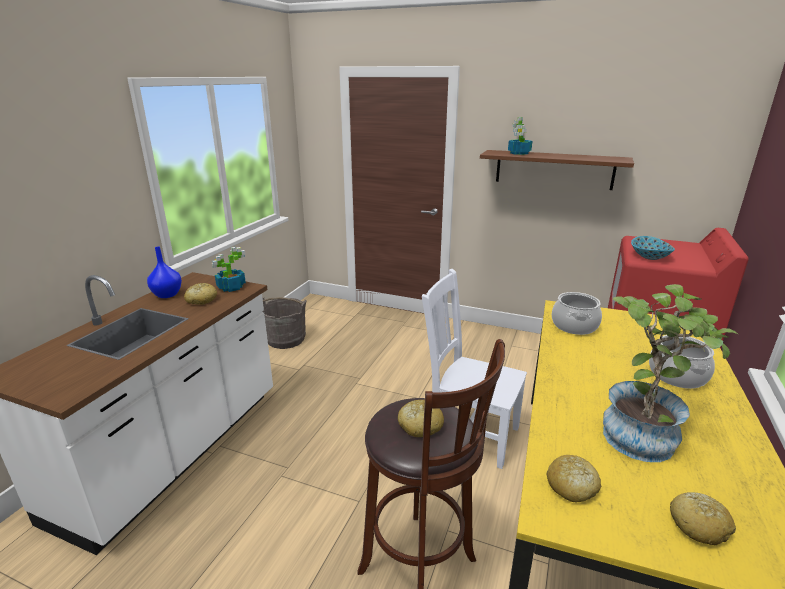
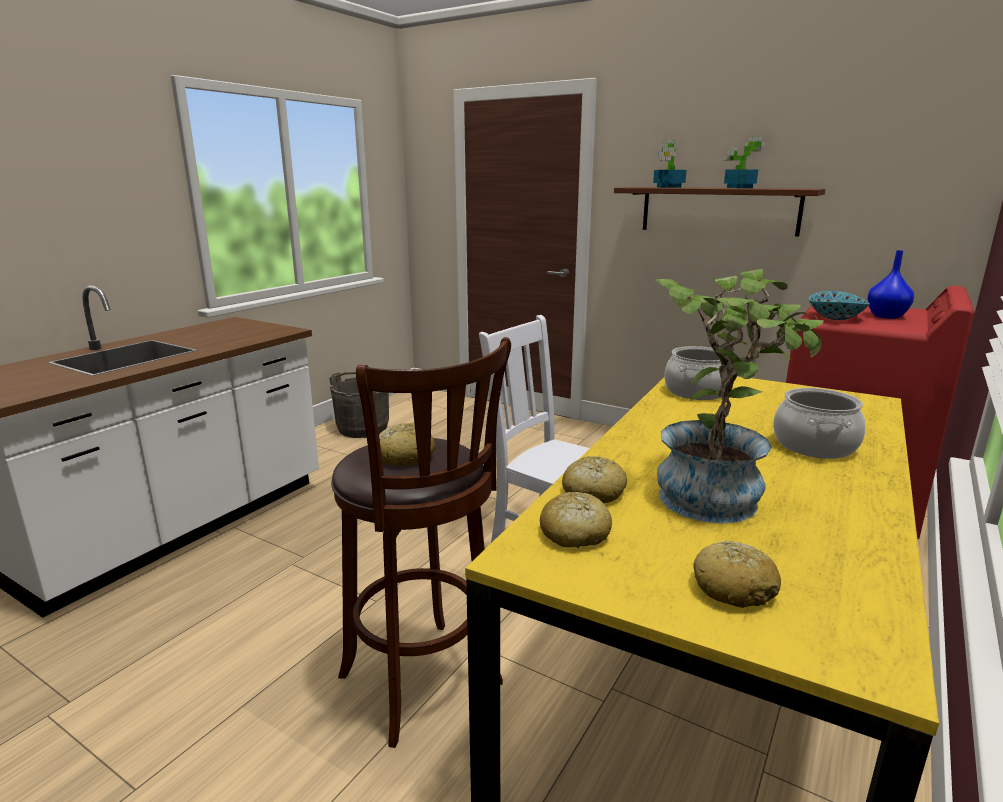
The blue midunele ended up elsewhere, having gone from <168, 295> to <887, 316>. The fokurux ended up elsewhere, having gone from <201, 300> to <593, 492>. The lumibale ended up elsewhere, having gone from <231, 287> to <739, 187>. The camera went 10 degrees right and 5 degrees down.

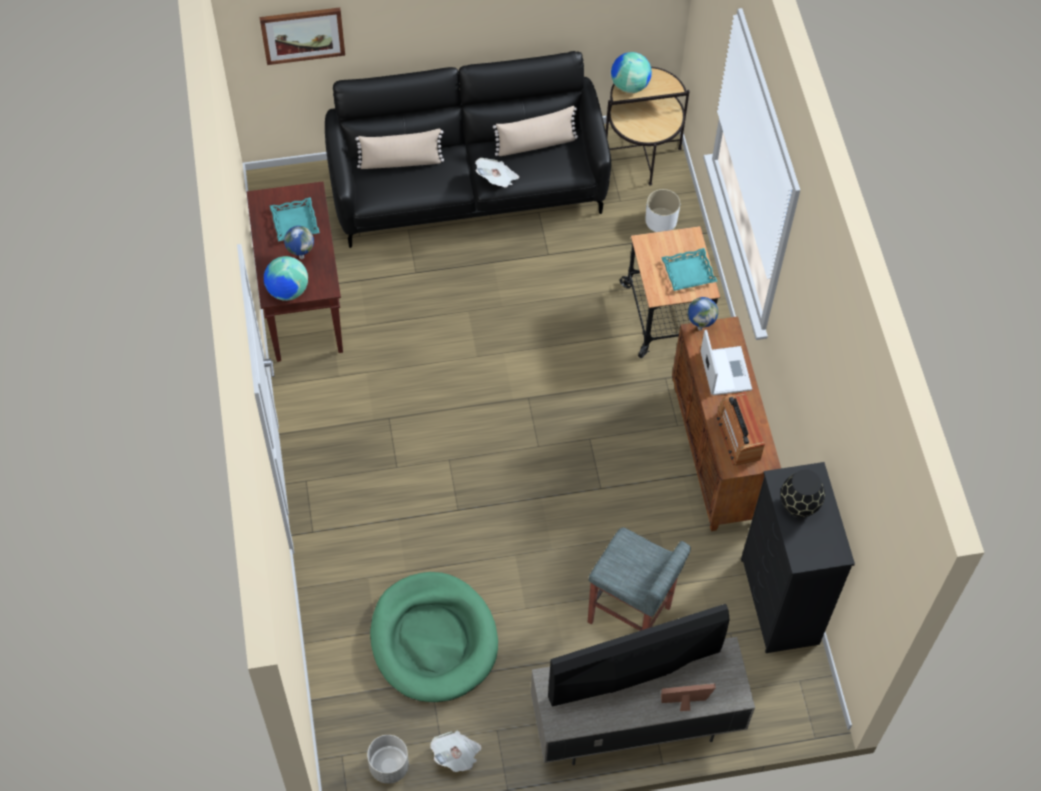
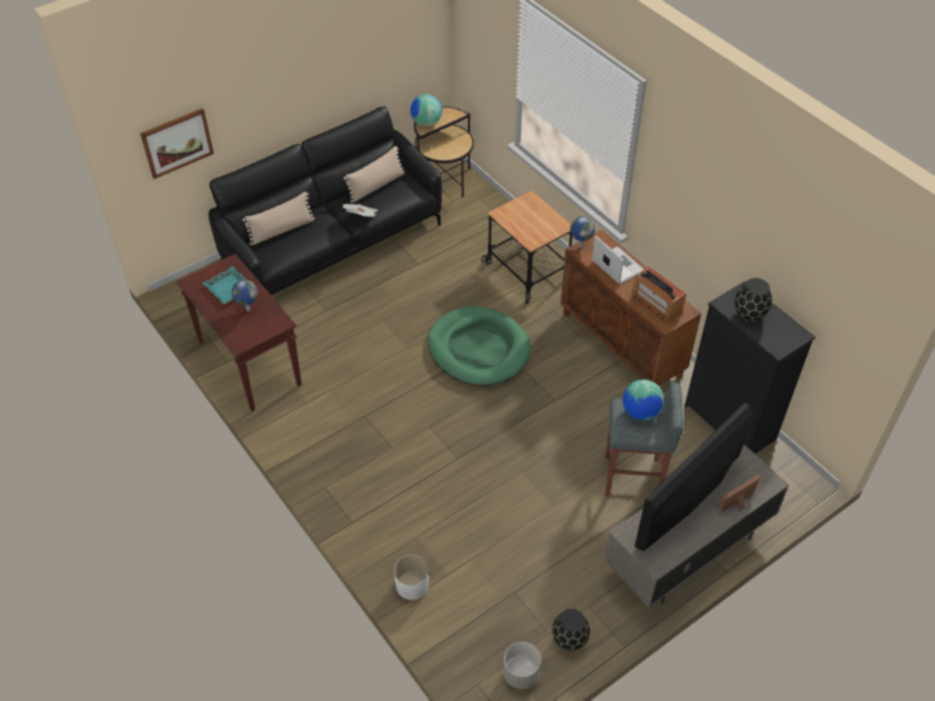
The second view lost the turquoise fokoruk at <688, 272>. The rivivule ended up elsewhere, having gone from <287, 291> to <640, 412>. The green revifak ended up elsewhere, having gone from <433, 639> to <478, 349>. The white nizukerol ended up elsewhere, having gone from <661, 220> to <412, 585>. Where the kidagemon stood at <457, 755>, the black midunele came to stand at <569, 639>. The camera went 25 degrees left and 10 degrees down.

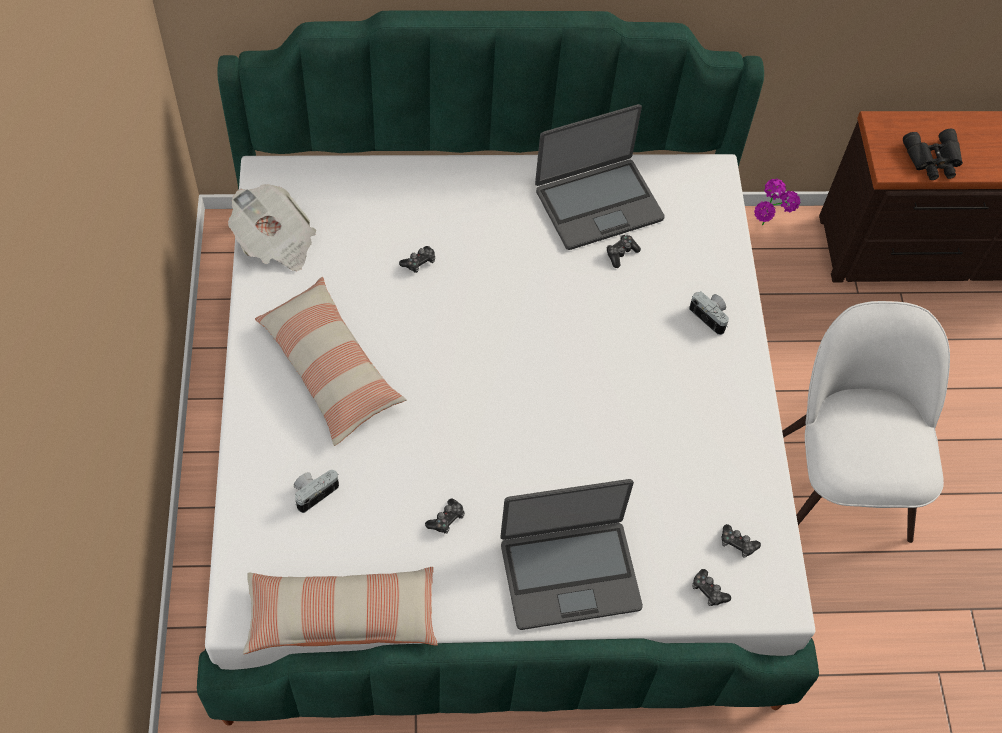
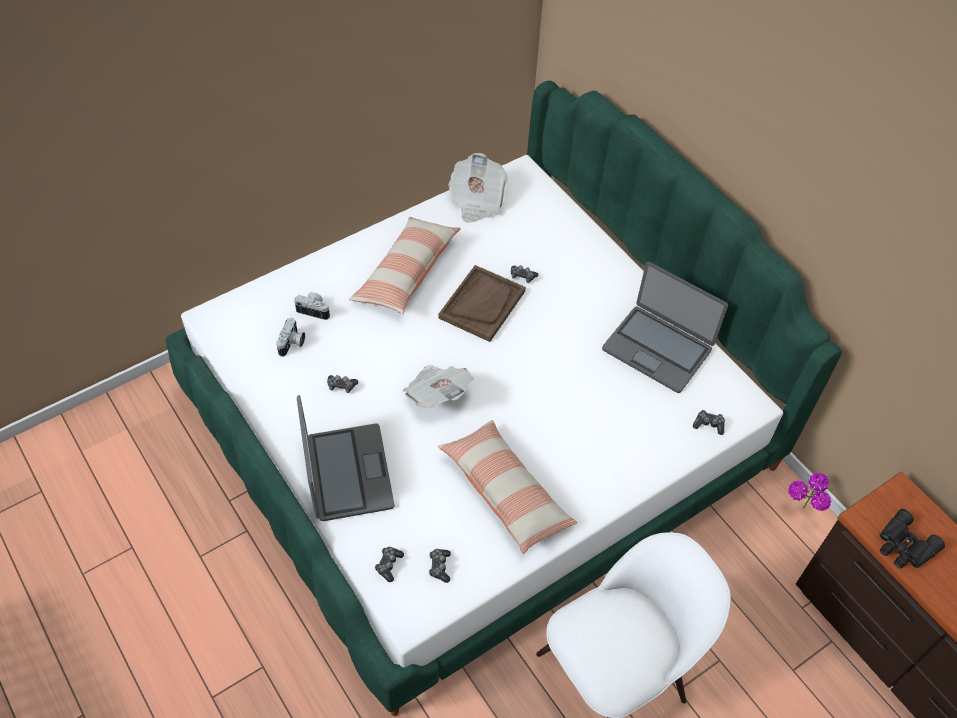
The second view gained the kidagemon at <437, 394>. The second view gained the brown fokoruk at <482, 304>. The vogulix ended up elsewhere, having gone from <342, 617> to <505, 492>. The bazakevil ended up elsewhere, having gone from <621, 253> to <708, 424>. The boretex ended up elsewhere, having gone from <711, 316> to <292, 344>. The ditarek at <569, 573> ended up facing another way, 150 degrees counterclockwise from before. The camera went 60 degrees right and 5 degrees down.

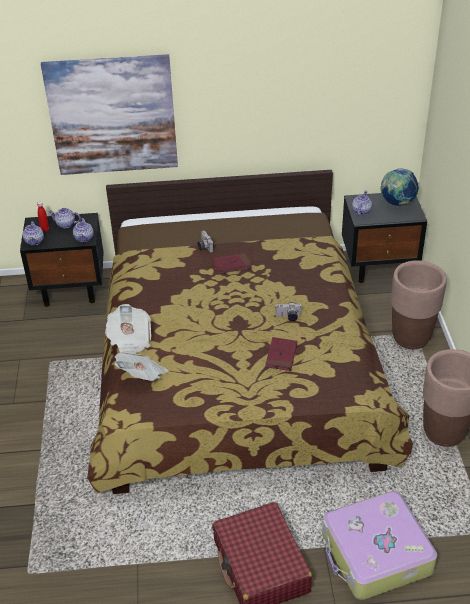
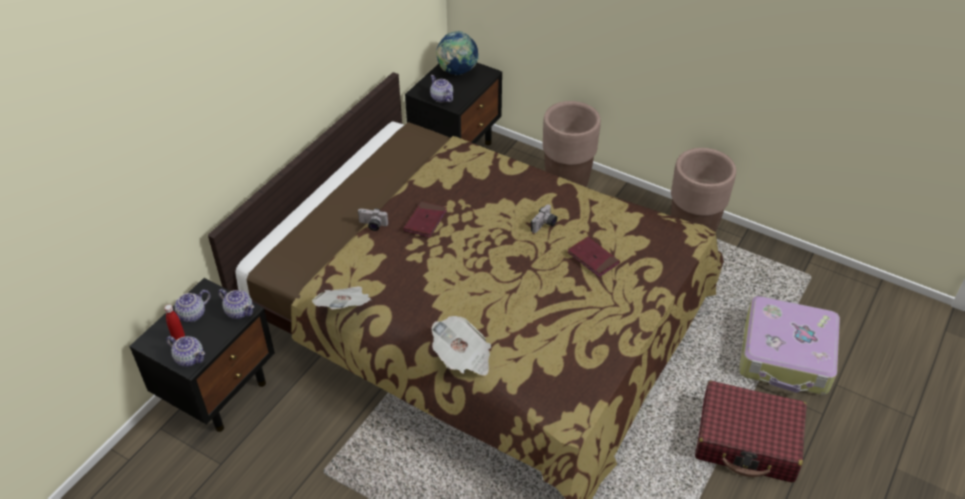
The second view lost the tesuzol at <112, 115>. The kidagemon ended up elsewhere, having gone from <142, 376> to <345, 307>. The camera went 55 degrees left and 5 degrees up.

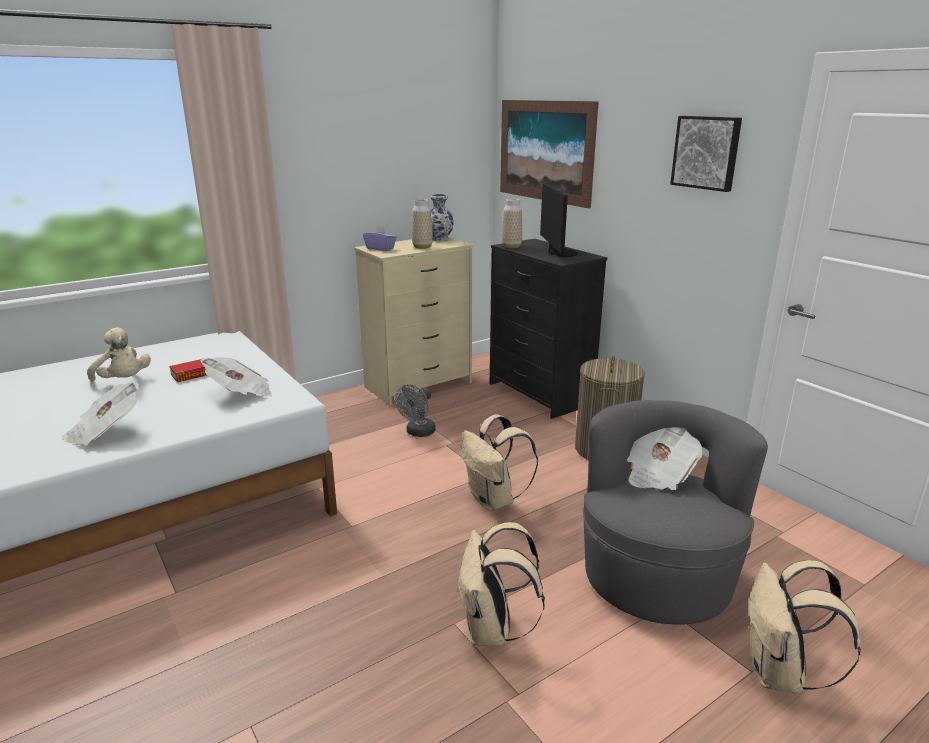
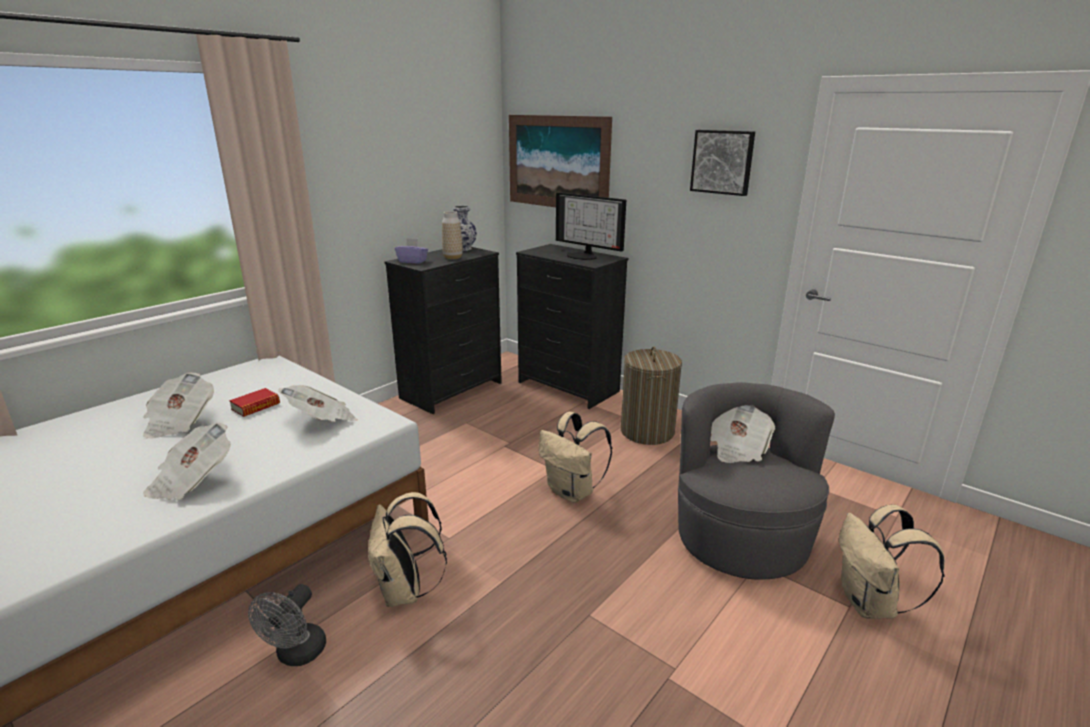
The second view lost the midunele at <511, 246>. The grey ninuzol ended up elsewhere, having gone from <418, 433> to <297, 655>. The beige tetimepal ended up elsewhere, having gone from <492, 631> to <405, 592>. Where the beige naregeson stood at <123, 381>, the kidagemon came to stand at <179, 422>. What was the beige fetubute at <418, 385> turned into the black fetubute at <452, 390>. The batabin at <559, 252> ended up facing another way, 150 degrees clockwise from before. The camera went 15 degrees left and 0 degrees up.

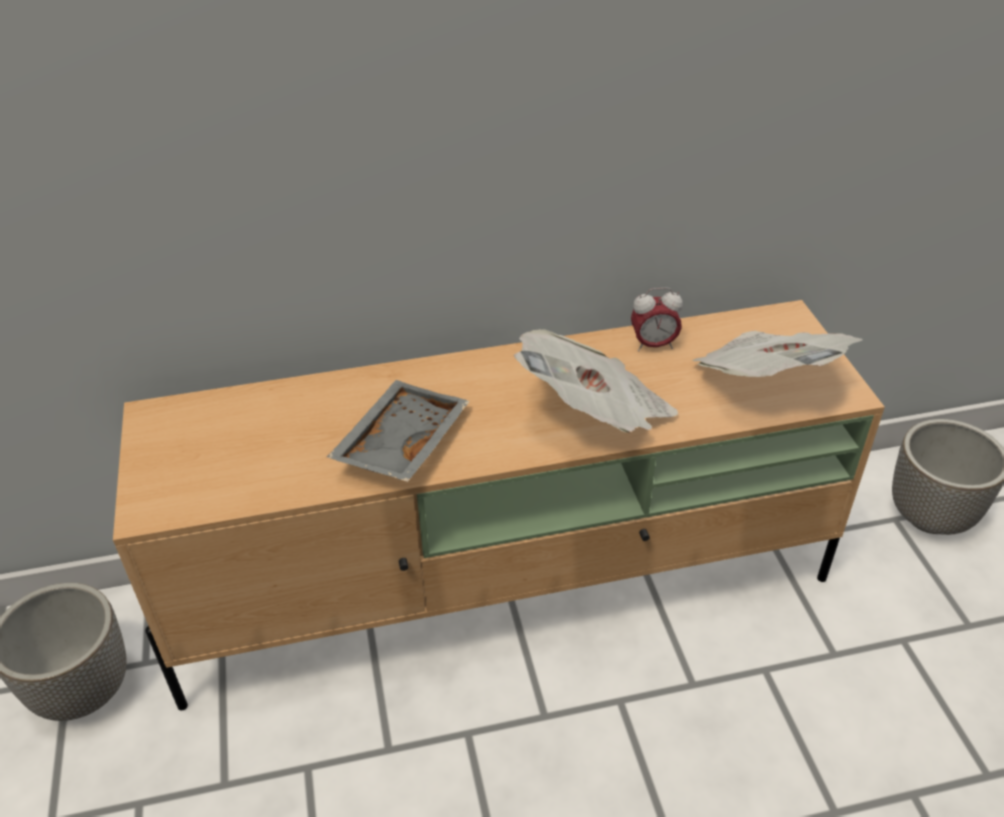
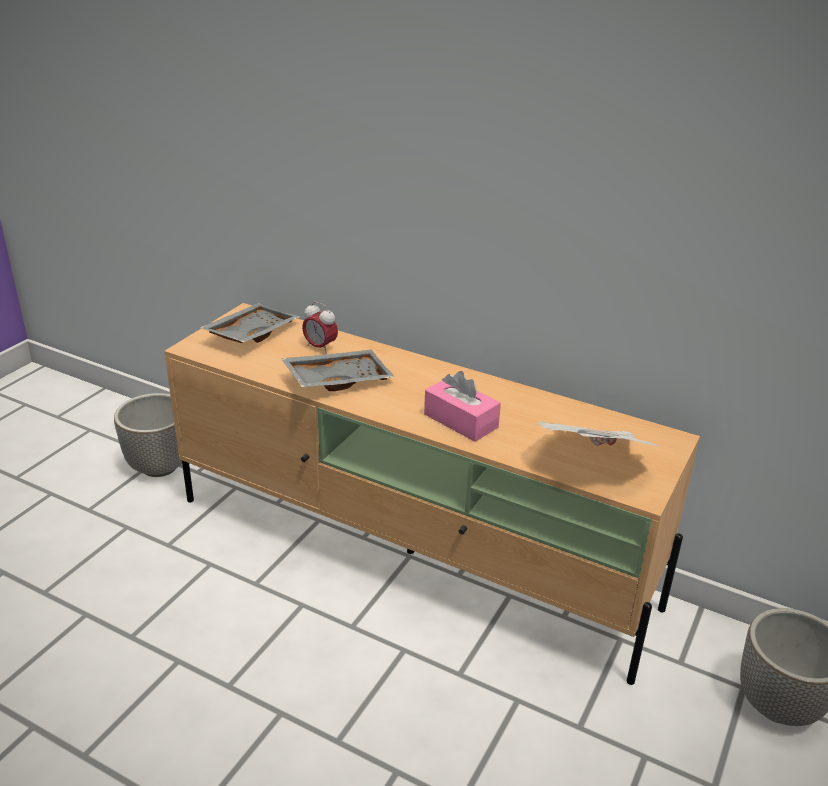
The second view gained the grey fokoruk at <250, 334>. The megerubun ended up elsewhere, having gone from <653, 345> to <320, 347>. Where the kidagemon stood at <595, 414>, the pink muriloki came to stand at <460, 421>. The camera went 40 degrees right and 10 degrees down.

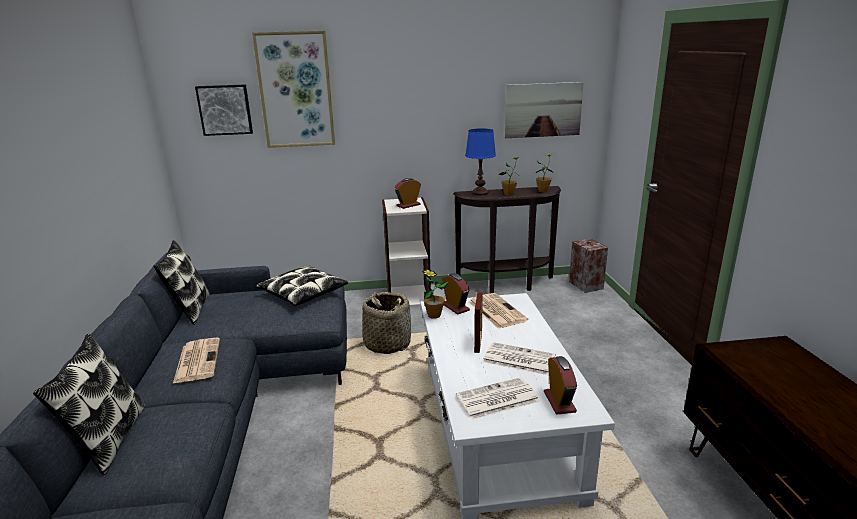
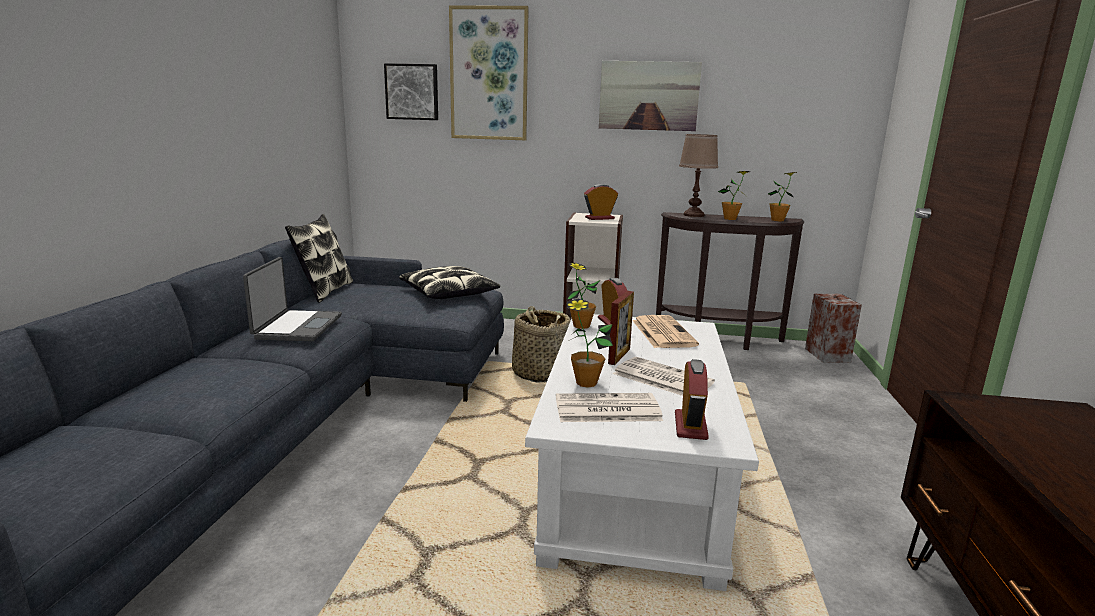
The second view lost the vogulix at <108, 440>. The second view gained the lumibale at <586, 383>. The tesuzol ended up elsewhere, having gone from <543, 110> to <648, 96>. Where the kidagemon stood at <197, 360>, the ditarek came to stand at <297, 327>. What was the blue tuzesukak at <480, 193> turned into the brown tuzesukak at <693, 215>. The camera went 15 degrees right and 5 degrees down.

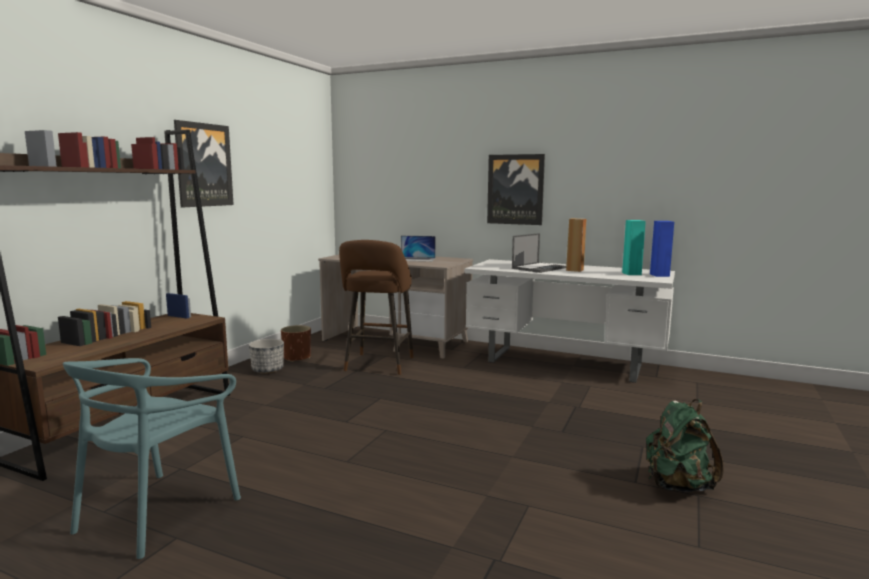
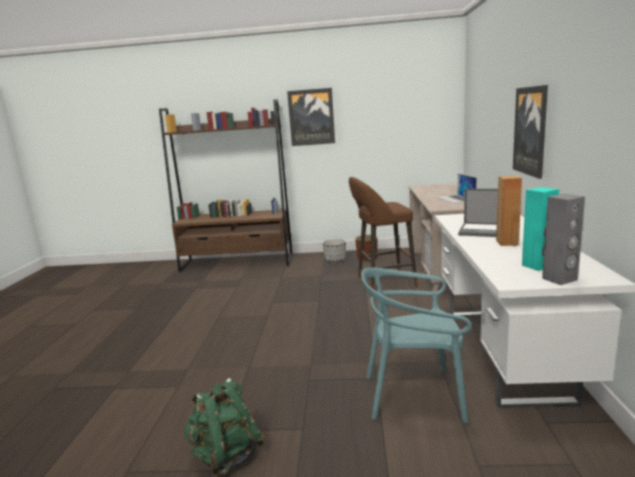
The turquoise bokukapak ended up elsewhere, having gone from <158, 512> to <414, 395>. What was the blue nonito at <659, 275> turned into the grey nonito at <560, 279>. The camera went 70 degrees right and 5 degrees up.

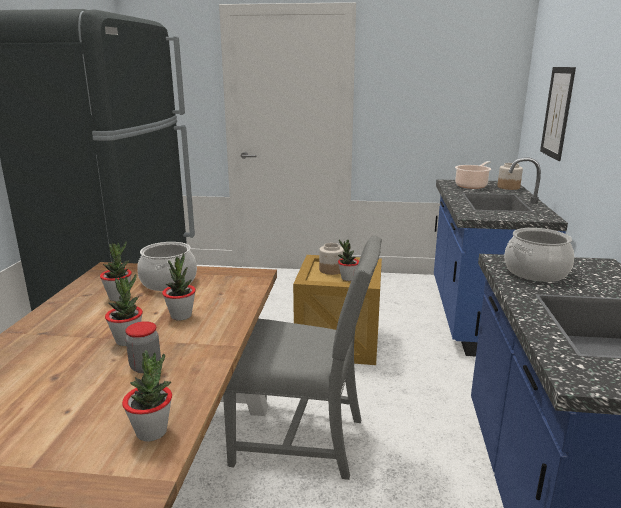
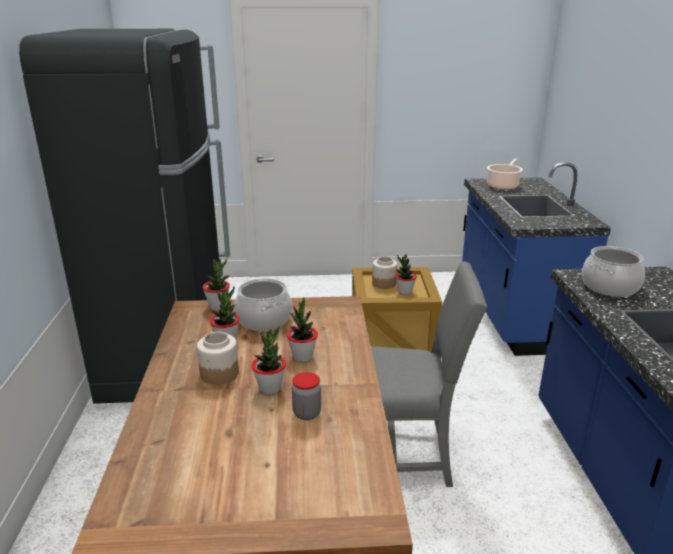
The second view lost the tesuzol at <557, 112>. The lumibale ended up elsewhere, having gone from <152, 432> to <218, 306>. The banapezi ended up elsewhere, having gone from <508, 187> to <219, 373>. The camera went 10 degrees left and 5 degrees up.

